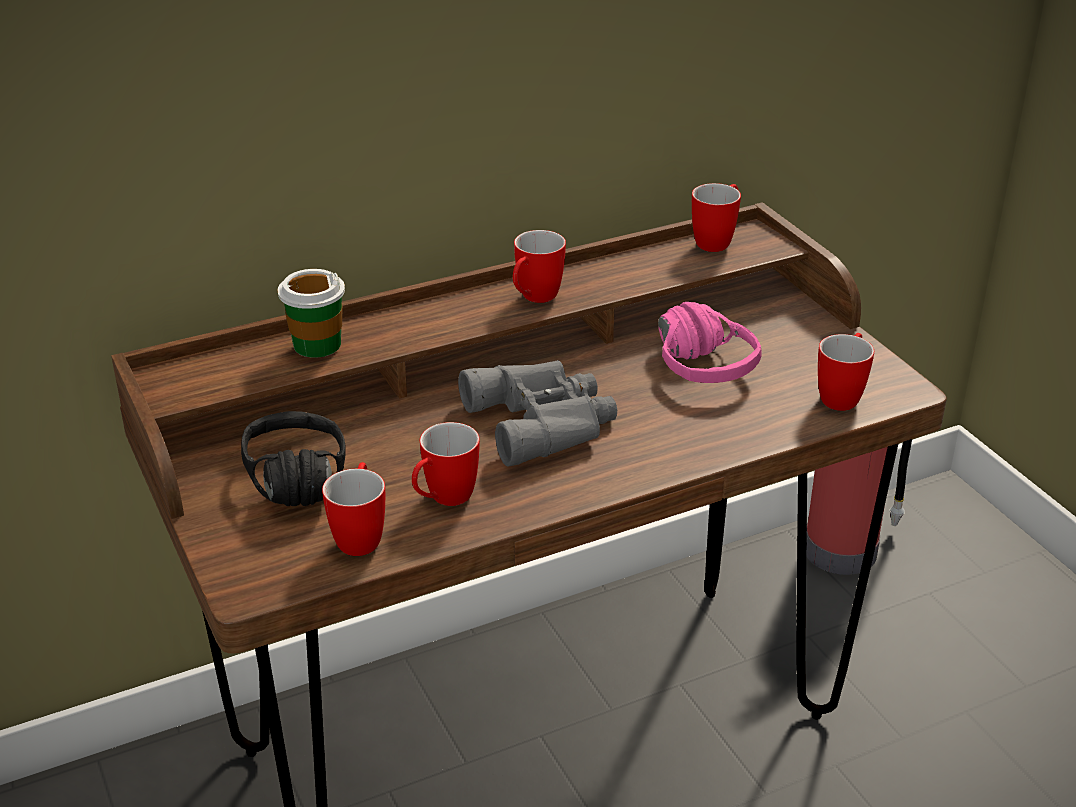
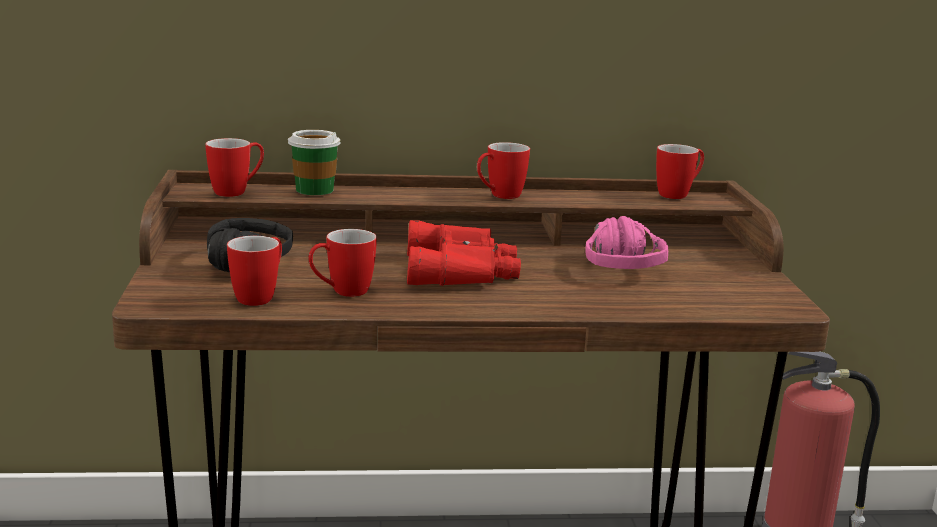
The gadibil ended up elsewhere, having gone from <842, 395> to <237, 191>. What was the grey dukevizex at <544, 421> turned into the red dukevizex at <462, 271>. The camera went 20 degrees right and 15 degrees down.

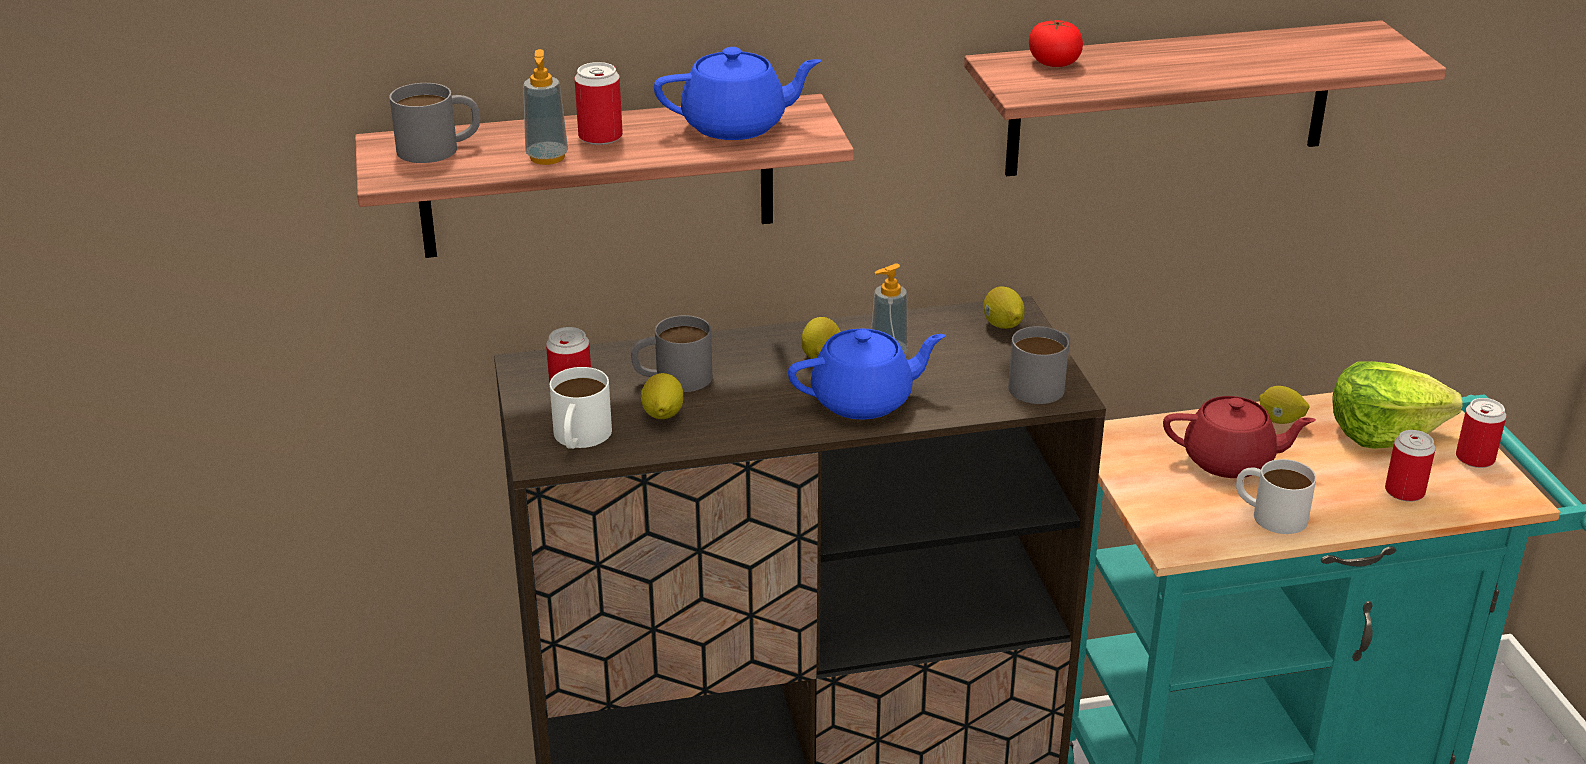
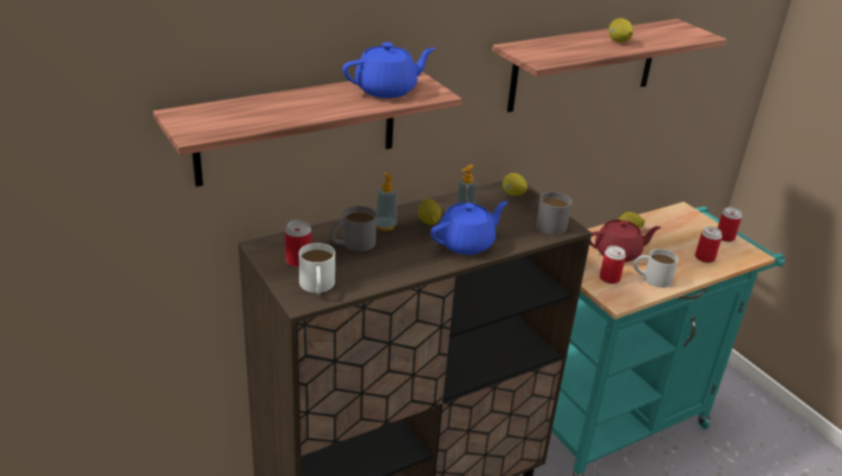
The second view lost the grey gadibil at <439, 148>. The second view lost the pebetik at <1054, 62>. The second view lost the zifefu at <1383, 432>. The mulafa ended up elsewhere, having gone from <547, 157> to <385, 226>. The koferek ended up elsewhere, having gone from <600, 137> to <609, 279>. The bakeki ended up elsewhere, having gone from <662, 415> to <618, 41>. The camera went 20 degrees left and 0 degrees up.

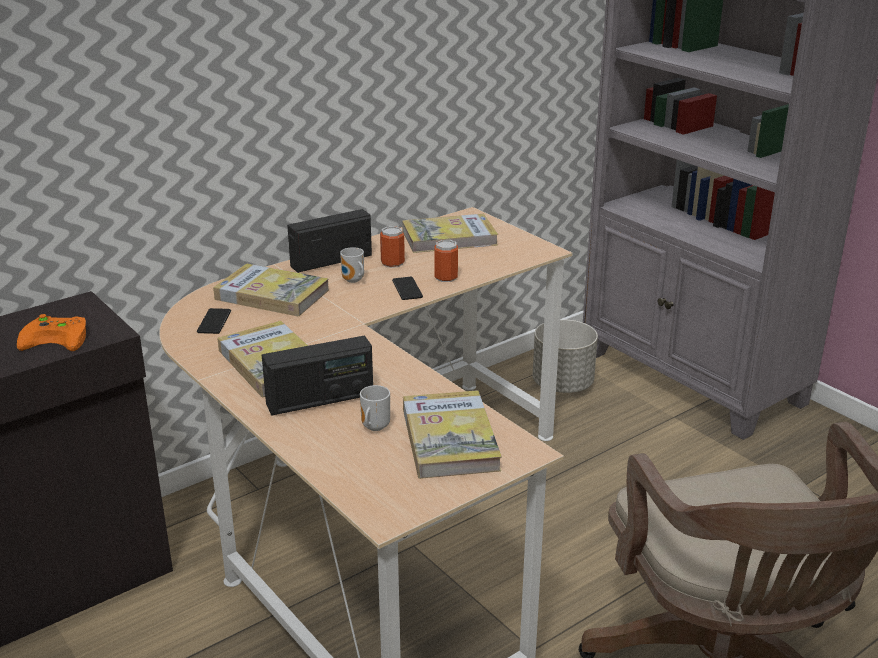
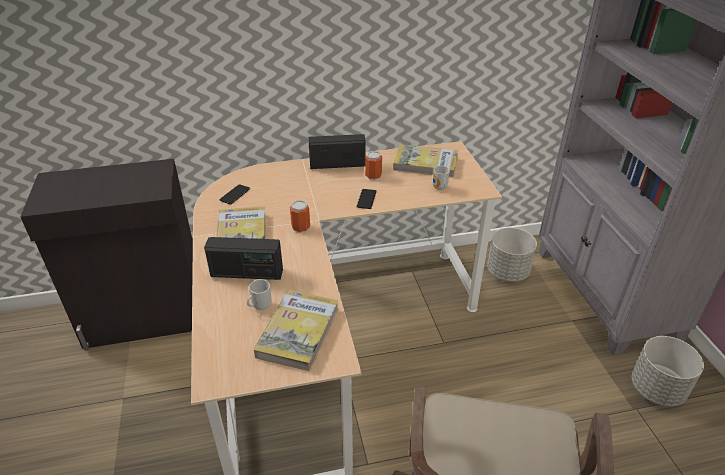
The second view lost the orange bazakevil at <58, 337>. The second view lost the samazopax at <272, 294>. The second view gained the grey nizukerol at <656, 389>. The gadibil ended up elsewhere, having gone from <353, 281> to <439, 188>. The koferek ended up elsewhere, having gone from <446, 277> to <301, 227>. The camera went 25 degrees right and 10 degrees up.

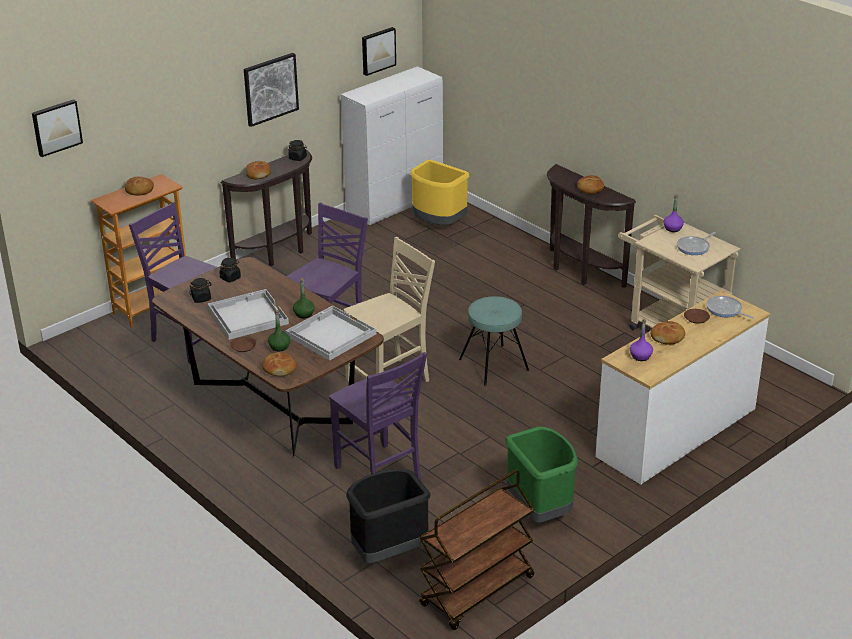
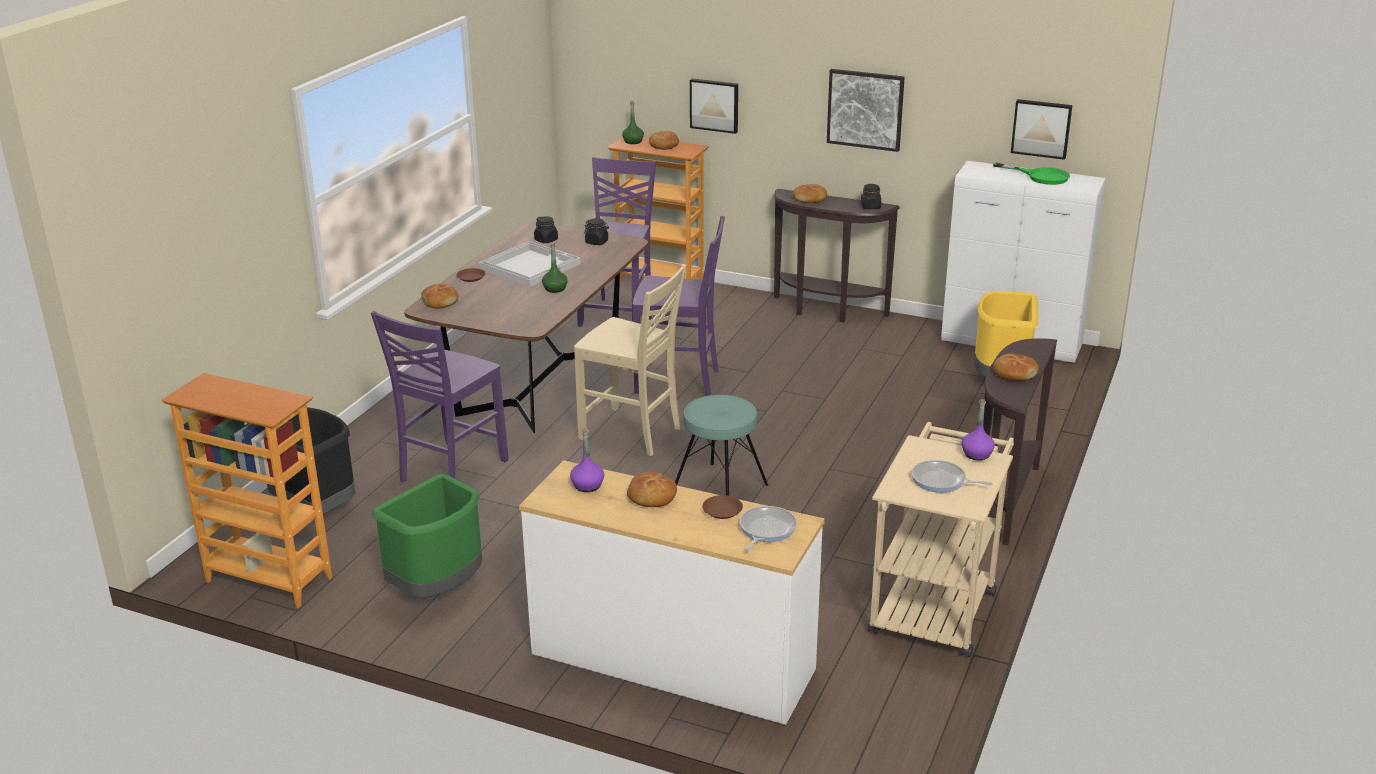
The second view lost the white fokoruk at <330, 334>. The second view gained the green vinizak at <1041, 176>. The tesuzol ended up elsewhere, having gone from <56, 127> to <714, 105>. The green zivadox ended up elsewhere, having gone from <279, 347> to <633, 141>. Where the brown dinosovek stood at <477, 592>, the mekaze came to stand at <268, 580>. The camera went 65 degrees right and 5 degrees down.

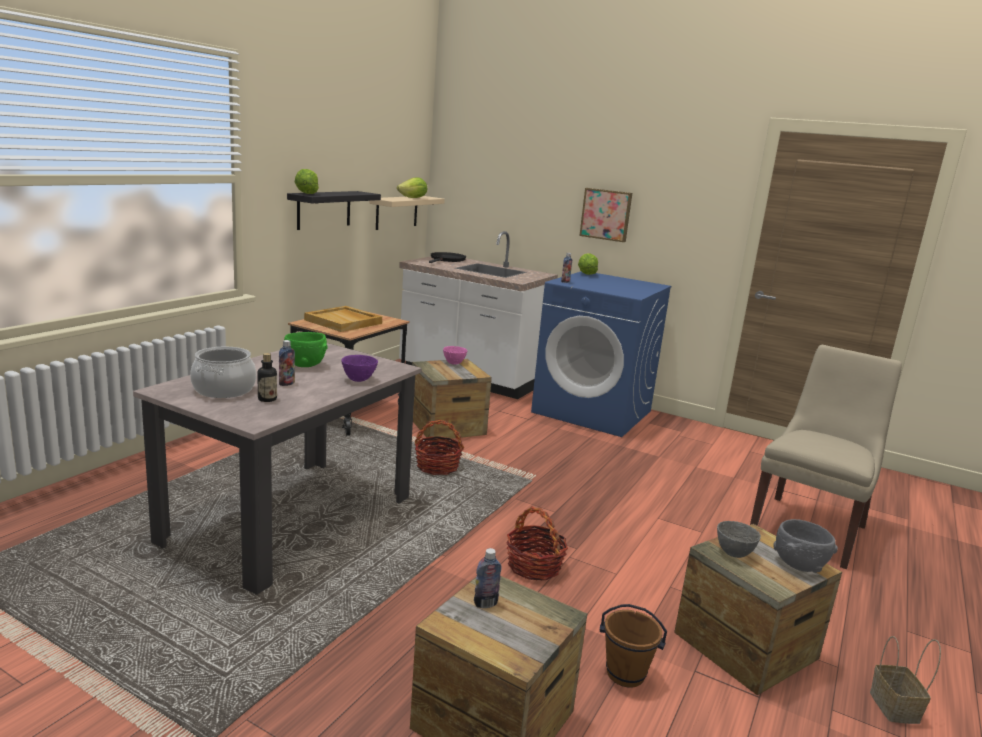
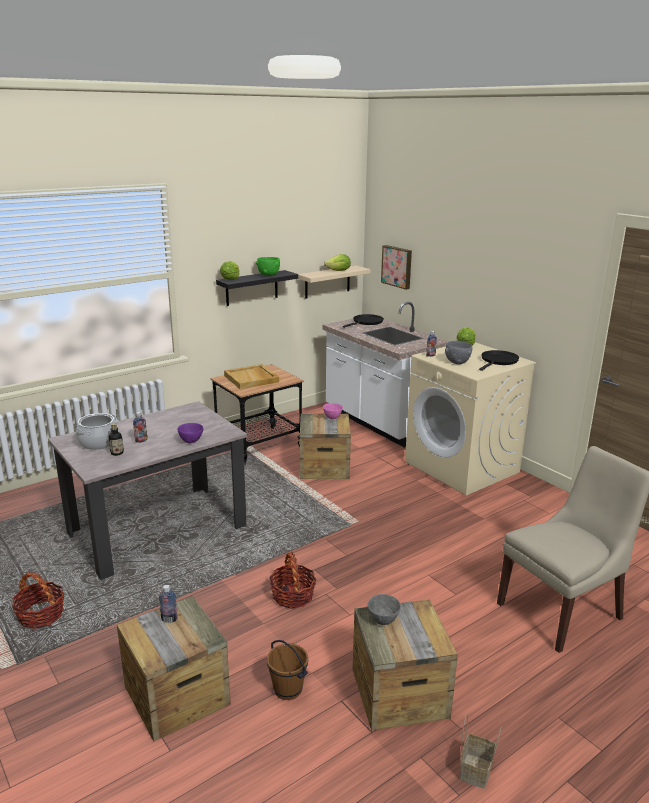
The second view gained the black vinizak at <498, 361>. The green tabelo ended up elsewhere, having gone from <305, 365> to <268, 275>. The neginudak ended up elsewhere, having gone from <437, 466> to <41, 615>. The tesuzol ended up elsewhere, having gone from <606, 214> to <397, 266>. The grey tabelo ended up elsewhere, having gone from <799, 565> to <457, 362>. What was the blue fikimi at <593, 412> turned into the beige fikimi at <462, 467>. The camera went 25 degrees right and 5 degrees up.

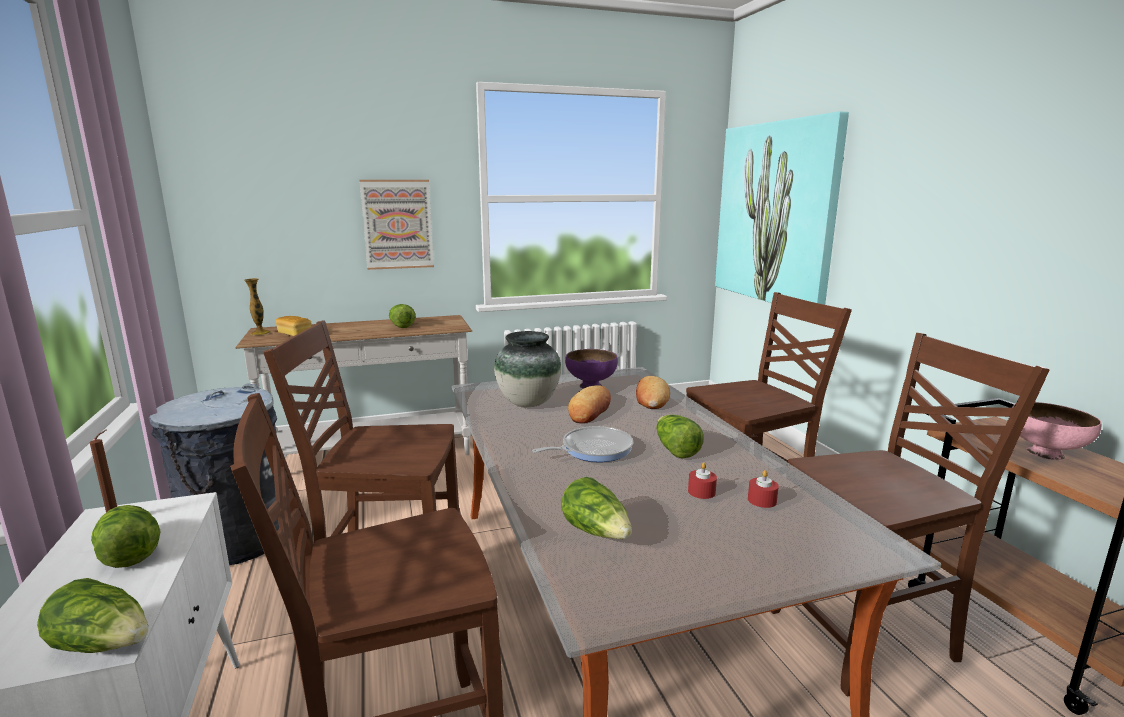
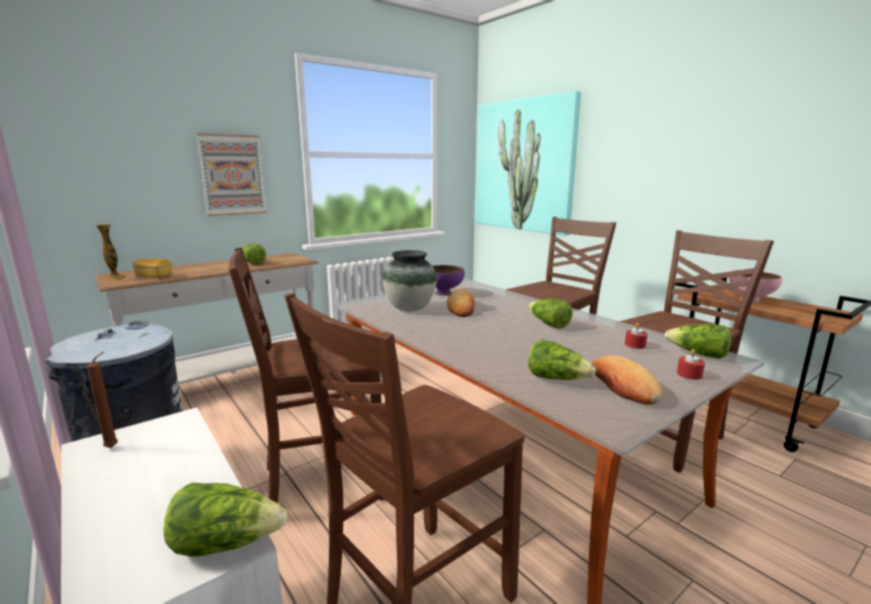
The second view lost the vinizak at <593, 449>. The zifefu ended up elsewhere, having gone from <128, 553> to <698, 354>. The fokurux ended up elsewhere, having gone from <651, 398> to <624, 386>. The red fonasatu ended up elsewhere, having gone from <701, 492> to <689, 374>. The camera went 20 degrees left and 0 degrees up.

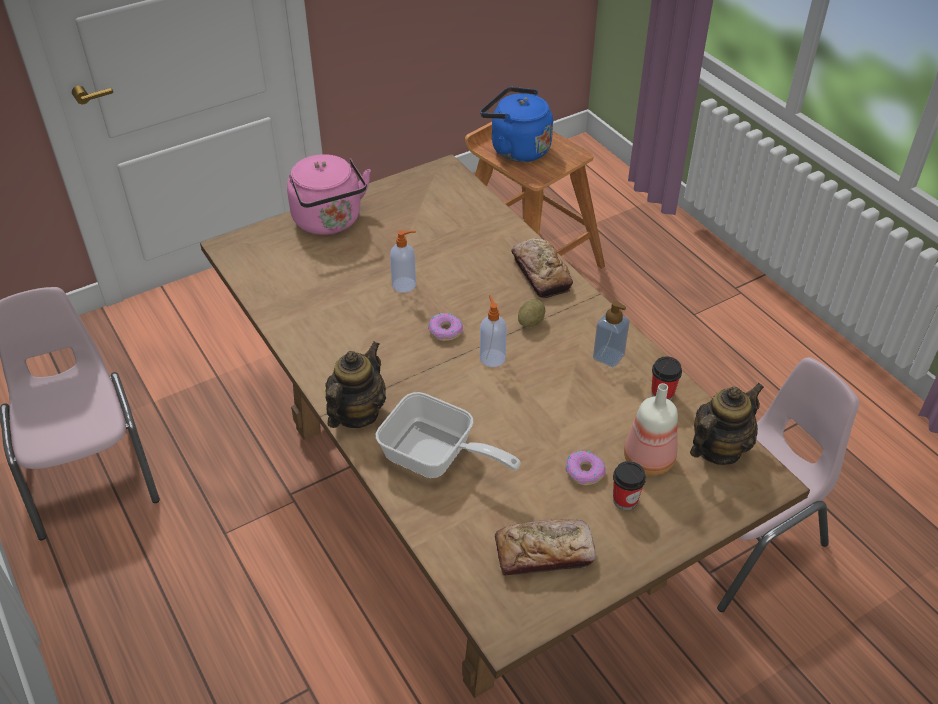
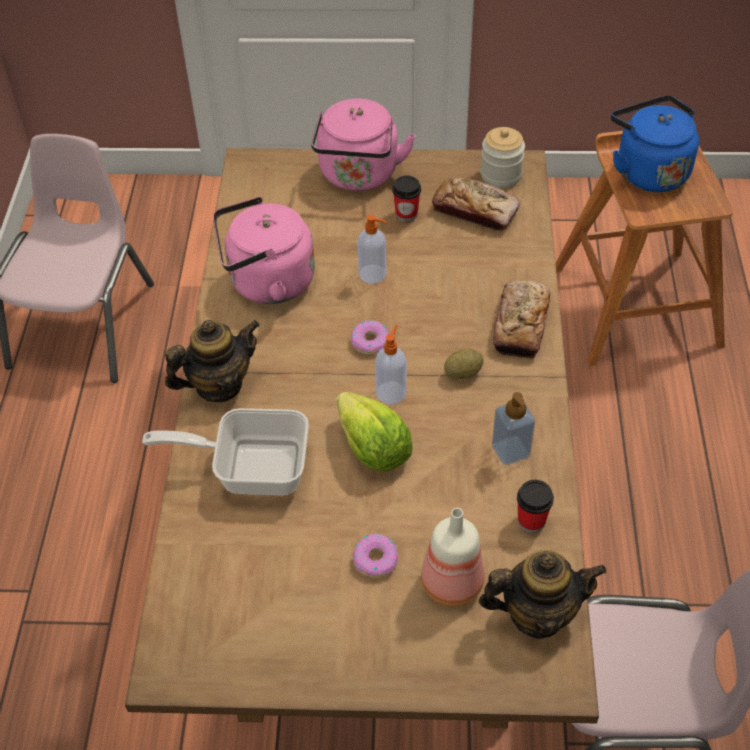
The second view gained the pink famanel at <266, 283>. The second view gained the zifefu at <372, 448>. The second view gained the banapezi at <501, 175>. The fokurux ended up elsewhere, having gone from <544, 553> to <475, 210>. The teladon ended up elsewhere, having gone from <625, 500> to <406, 214>. The vinizak at <436, 458> ended up facing another way, 120 degrees clockwise from before. The camera went 35 degrees right and 5 degrees up.

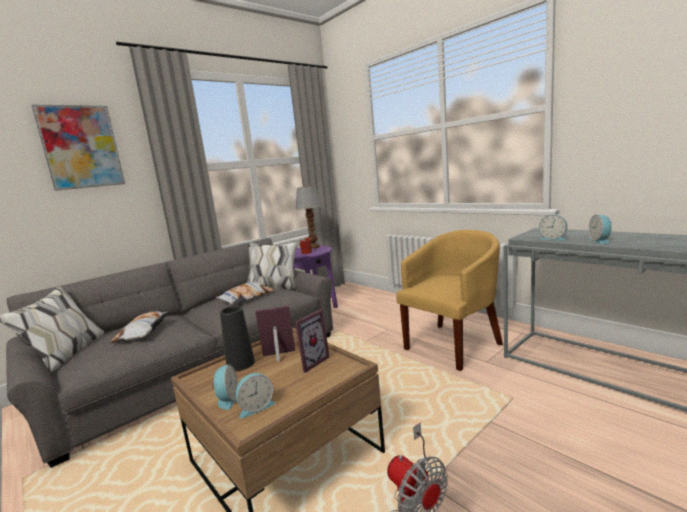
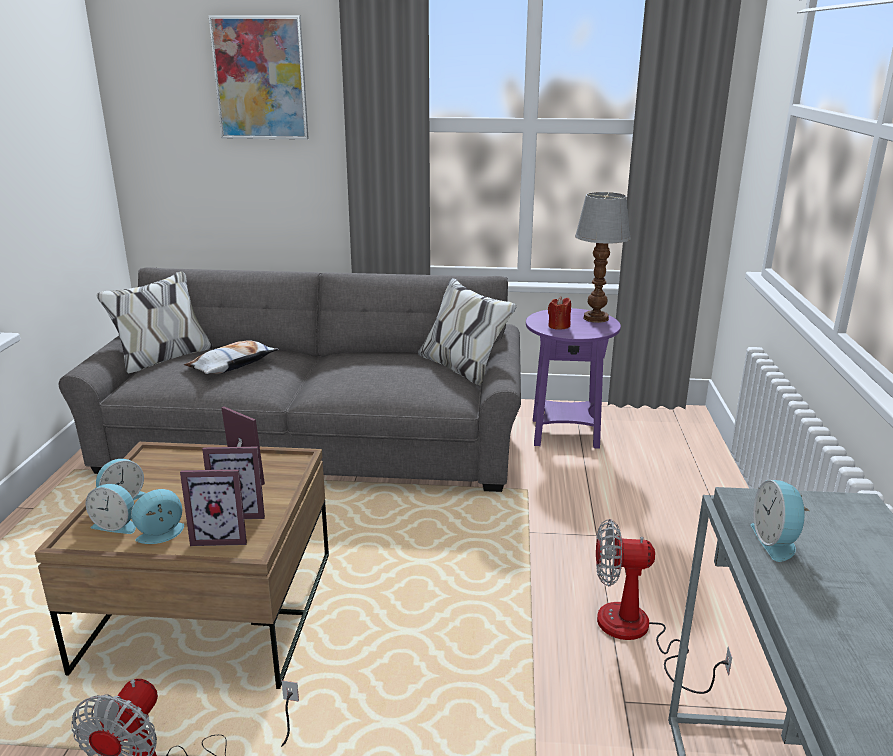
The second view lost the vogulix at <246, 297>. The second view lost the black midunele at <240, 364>. The second view gained the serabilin at <221, 536>. The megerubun ended up elsewhere, having gone from <600, 241> to <162, 535>. Where the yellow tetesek stood at <453, 344>, the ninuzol came to stand at <637, 634>. The camera went 45 degrees right and 10 degrees up.

